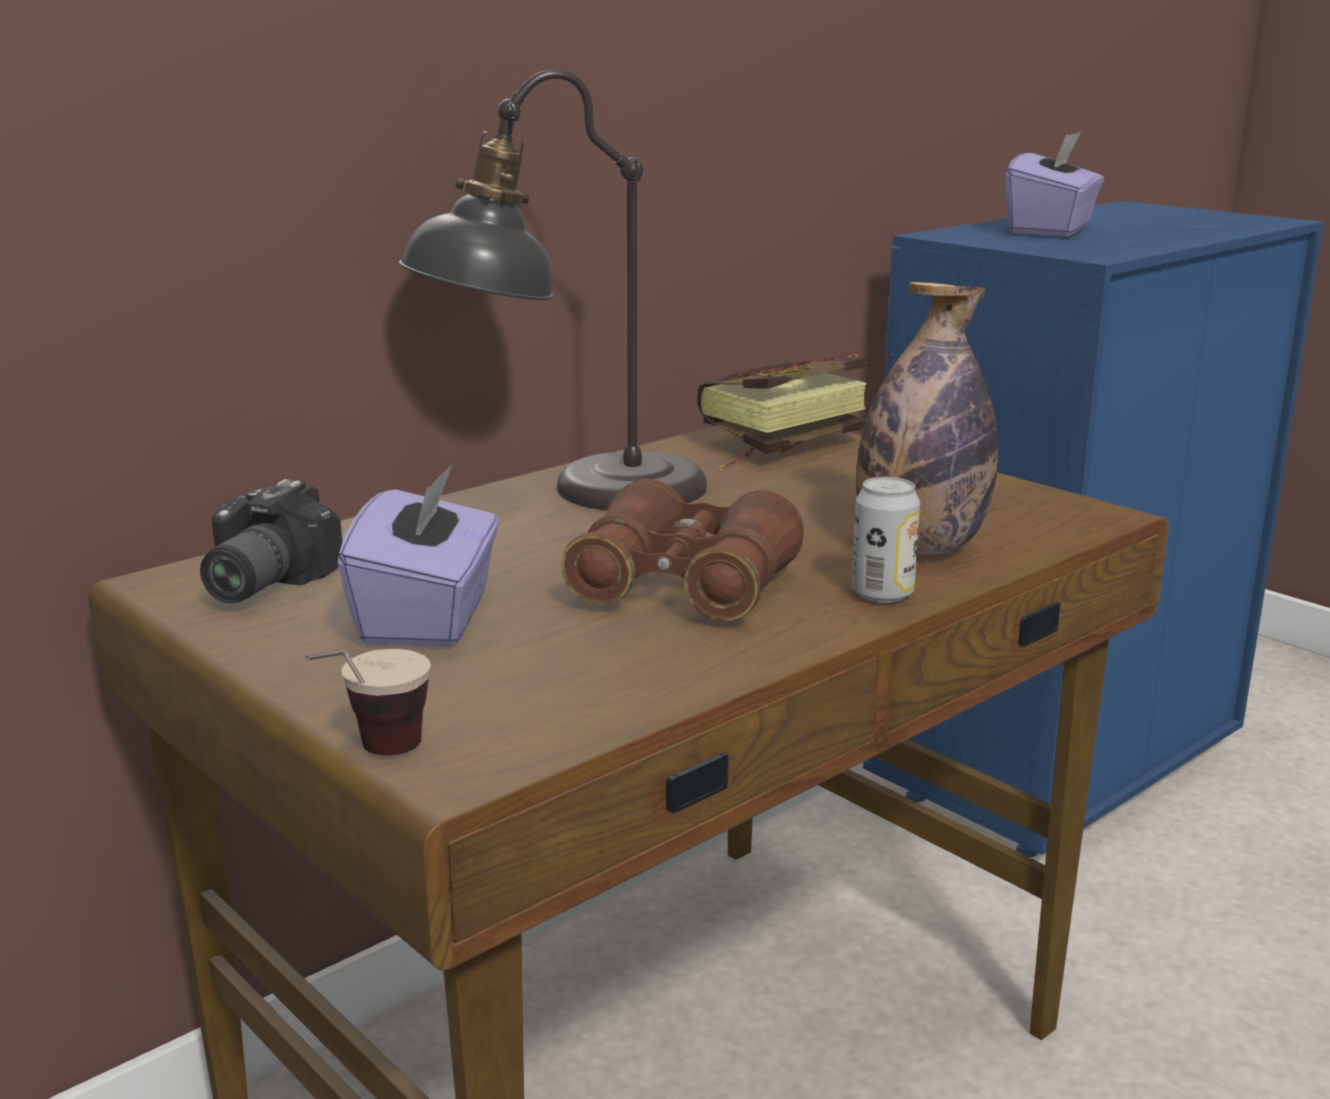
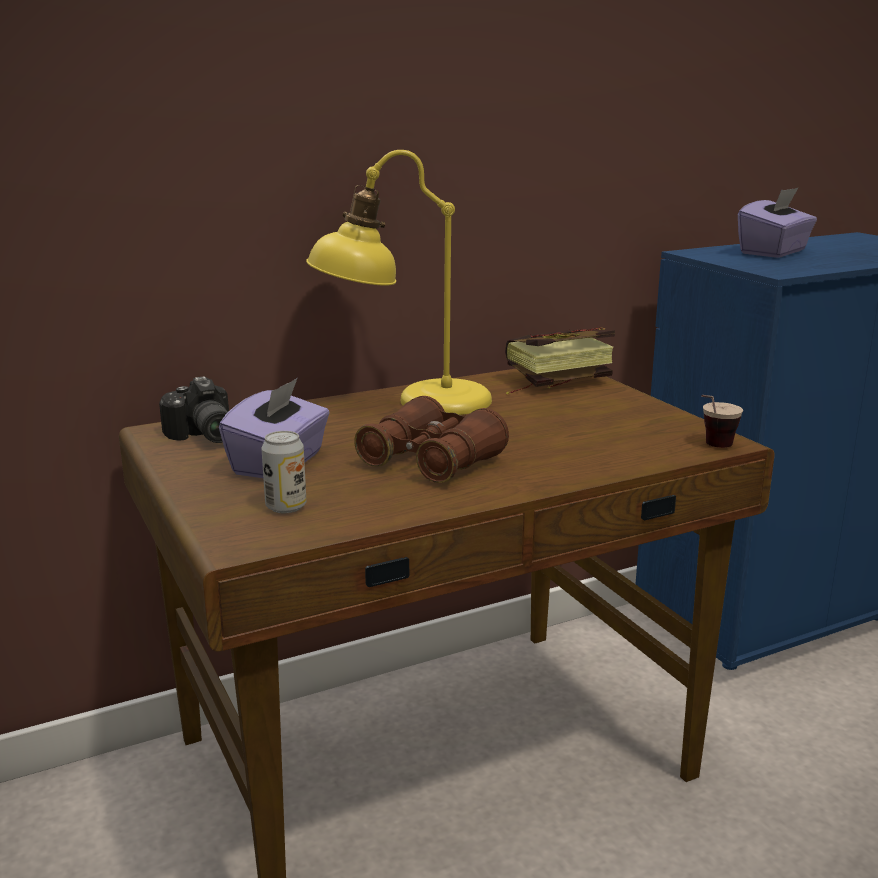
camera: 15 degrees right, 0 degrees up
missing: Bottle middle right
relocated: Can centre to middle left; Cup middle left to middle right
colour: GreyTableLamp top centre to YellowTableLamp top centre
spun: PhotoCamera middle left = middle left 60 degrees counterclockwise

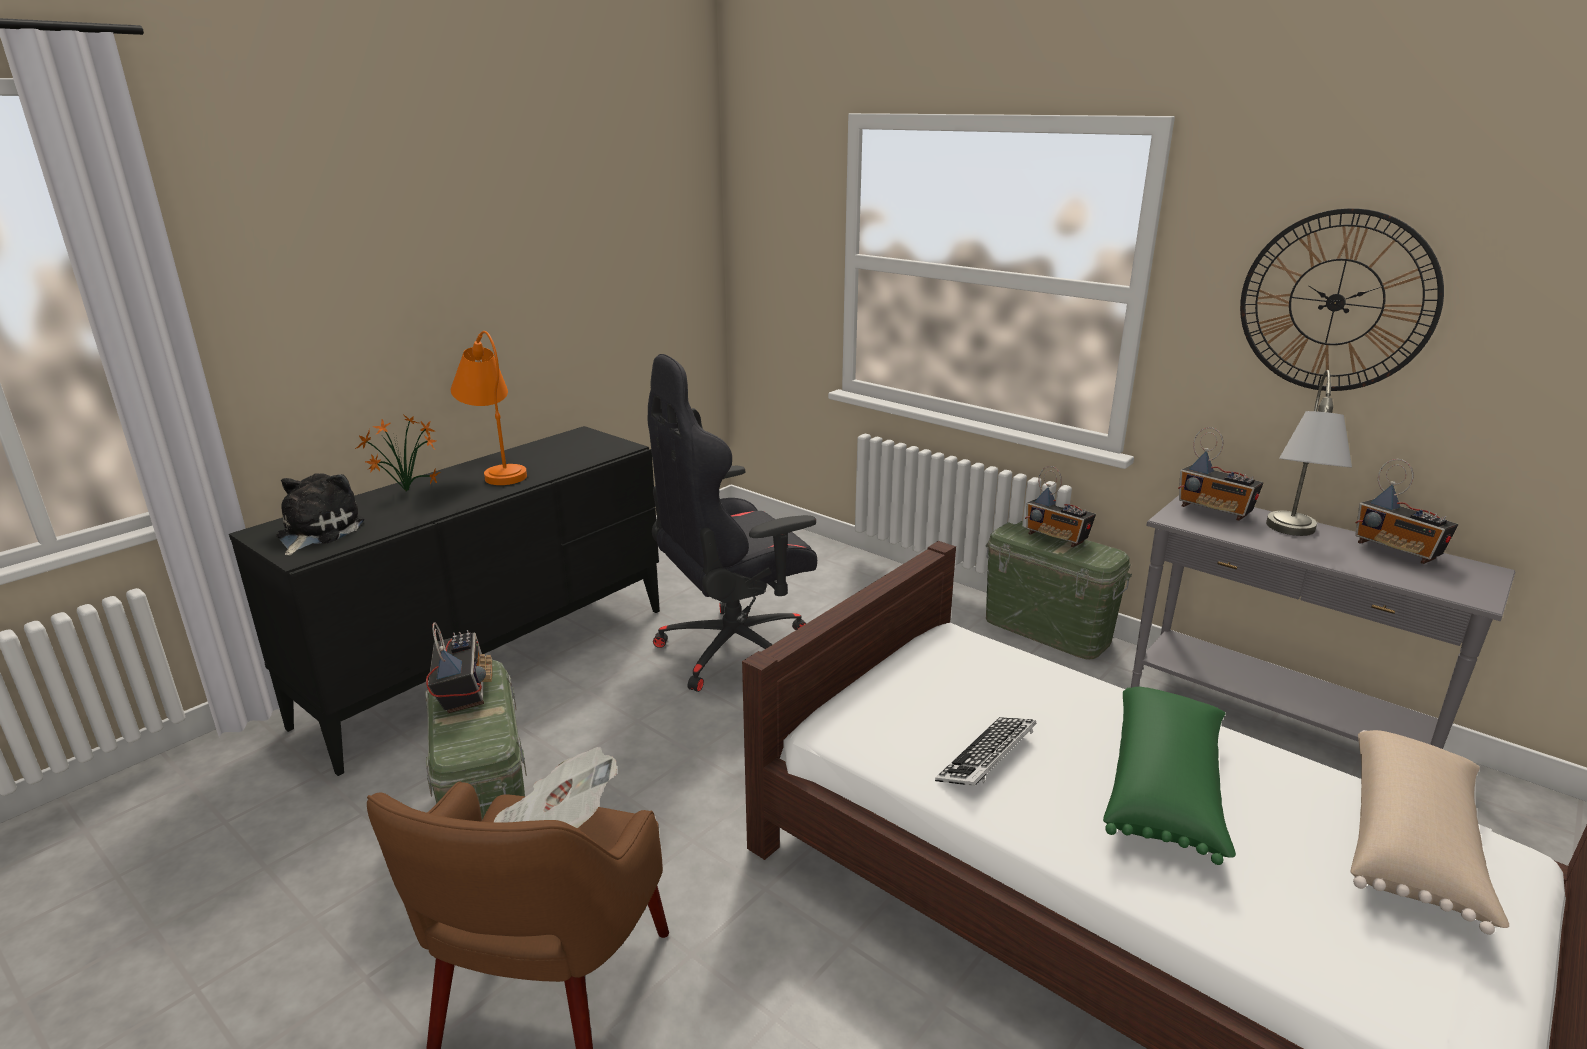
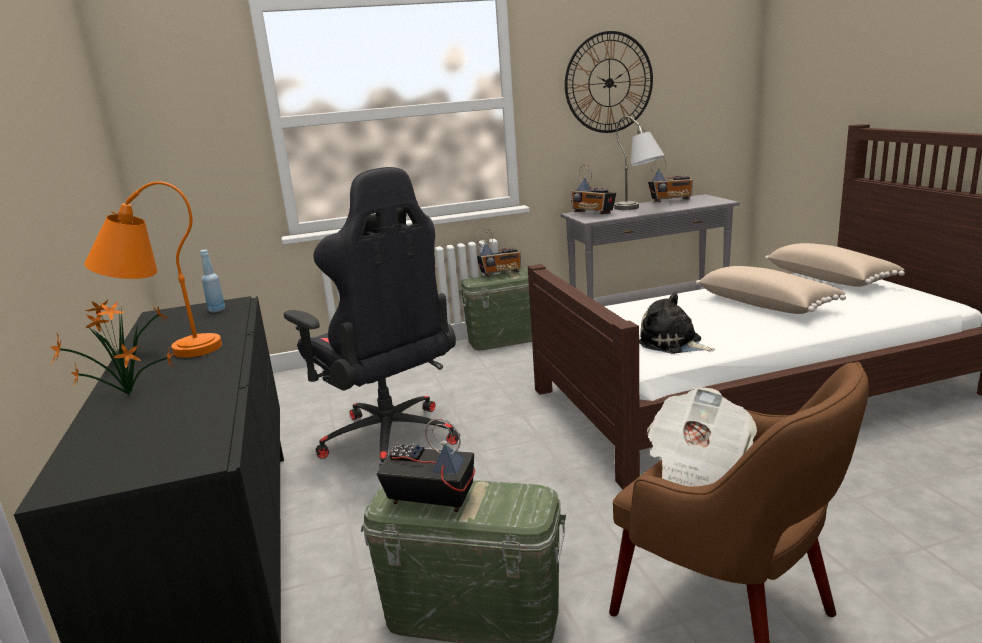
camera: 55 degrees left, 5 degrees down
missing: Keyboard bottom centre
appeared: BlueBottle middle left
relocated: PlushToy middle left to middle right
colour: GreenPillow bottom right to BeigePillow (no. 1 from left) middle right
spun: BlackOfficeChair centre = centre 45 degrees counterclockwise; Radio (no. 3 from left) middle right = top centre 60 degrees clockwise

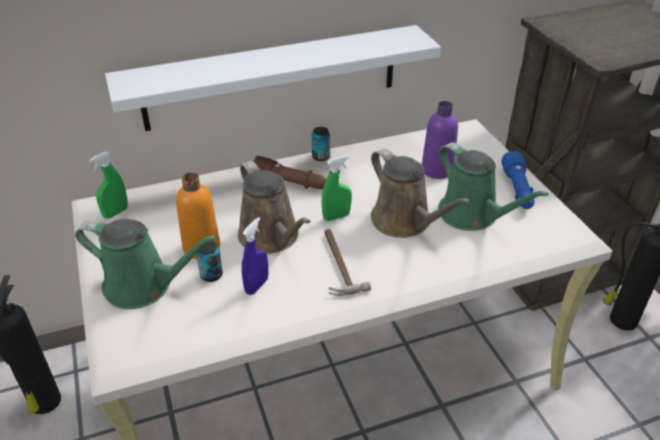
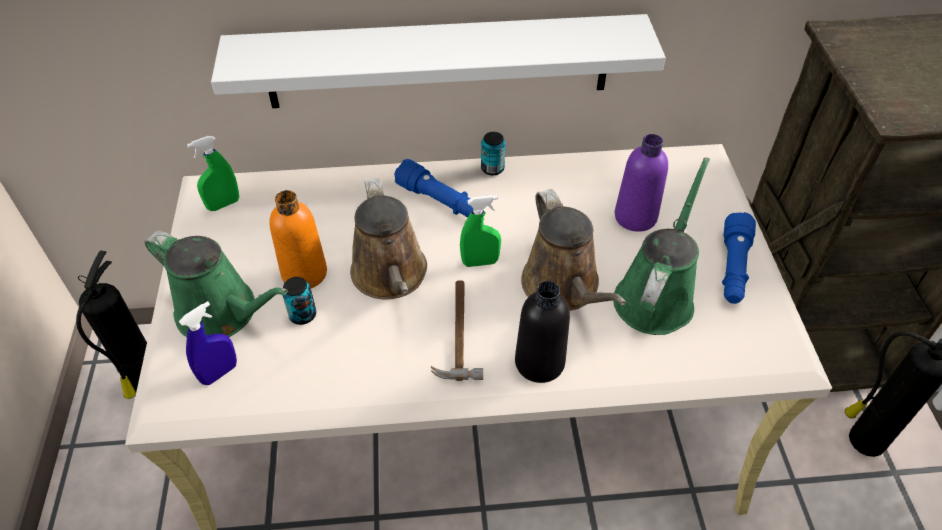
camera: 15 degrees right, 10 degrees up
appeared: BlackBottle centre
relocated: BlueSprayBottle centre to middle left
colour: BrownFlashlight centre to BlueFlashlight (no. 1 from left) centre
spun: GreenWateringCan (no. 2 from left) middle right = middle right 135 degrees counterclockwise

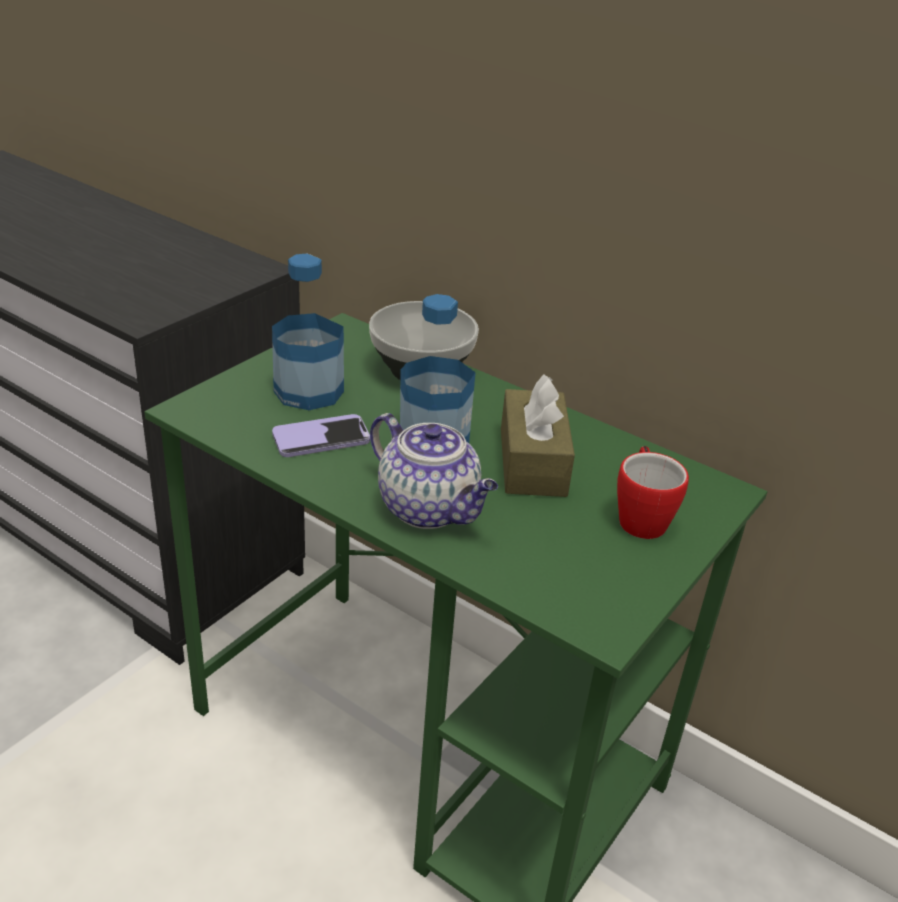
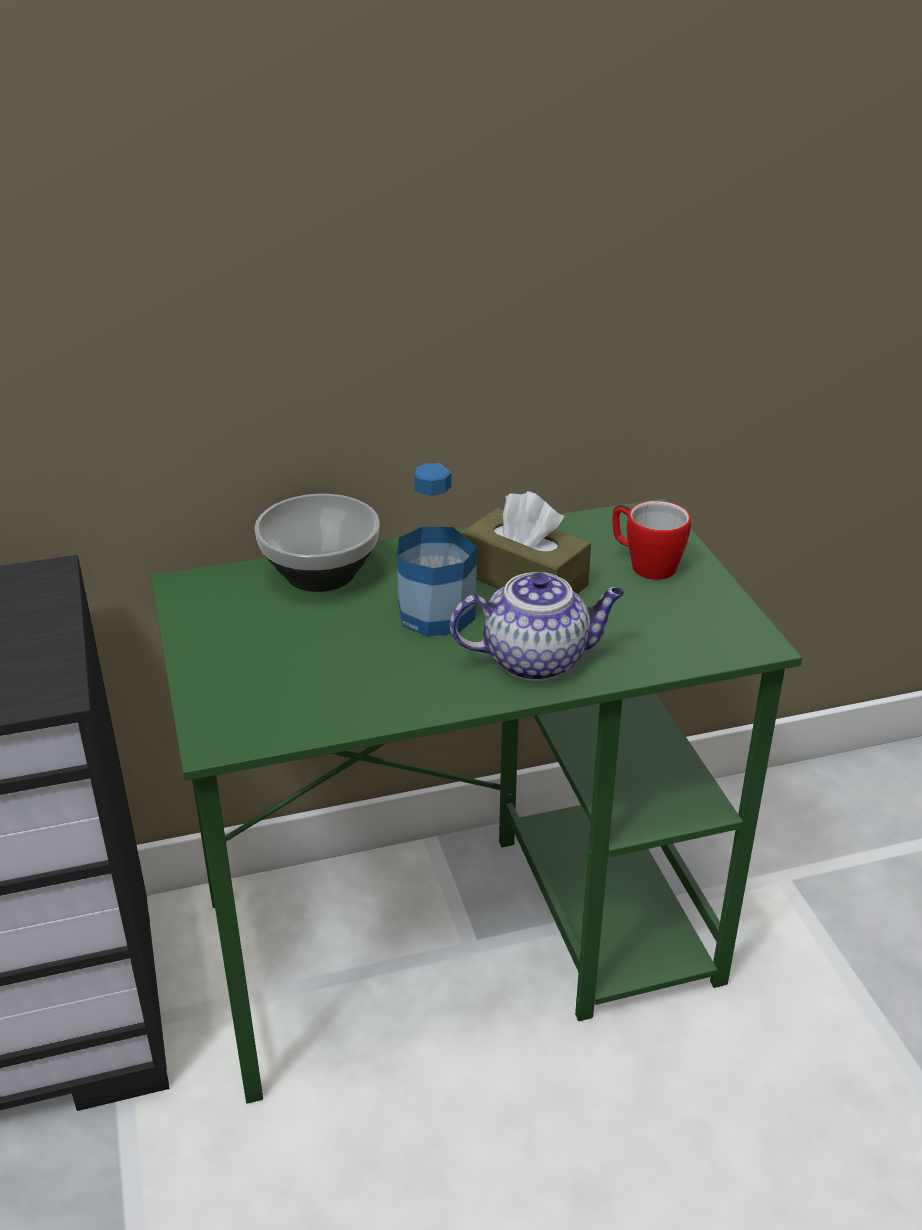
camera: 50 degrees left, 0 degrees up
missing: Bottle (no. 1 from left) centre; Phone centre

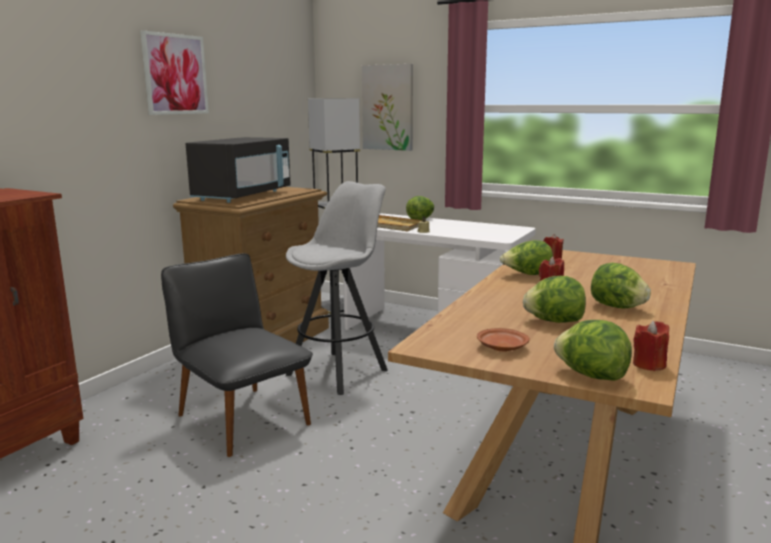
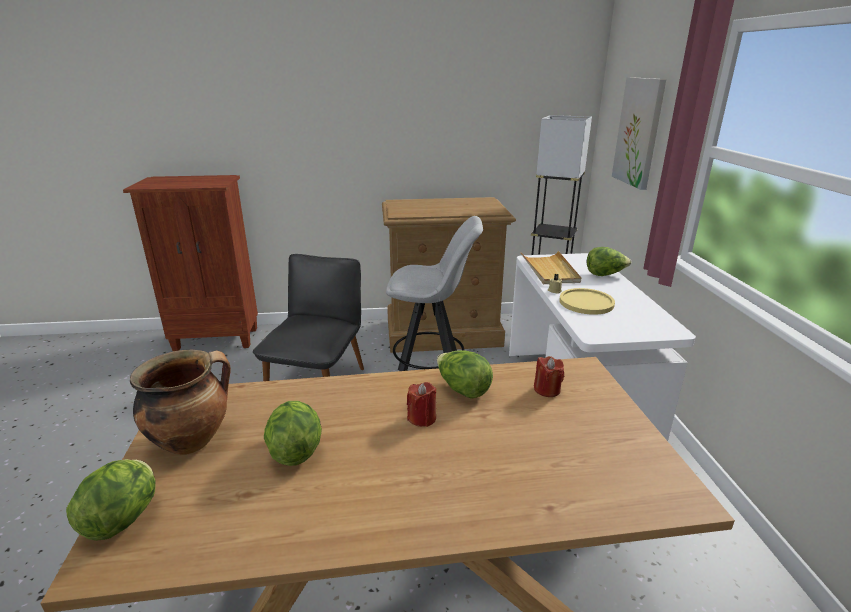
camera: 55 degrees right, 10 degrees up
missing: Picture (no. 1 from left) top left; BlackMicrowave top left; Lettuce (no. 5 from left) middle right; RedCandle (no. 3 from left) middle right
appeared: YellowPlate middle right
exchanged: BrownPlate centre to CookingPot middle left

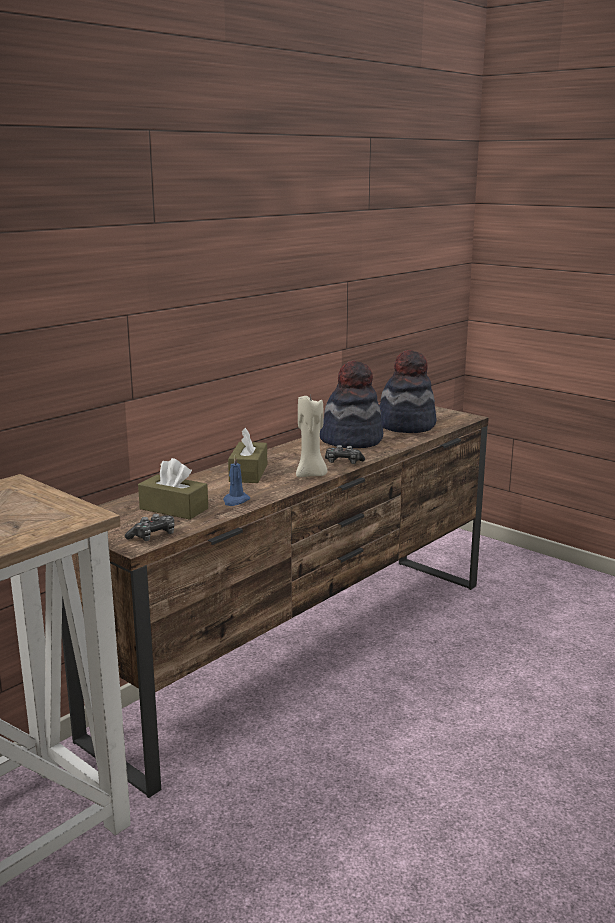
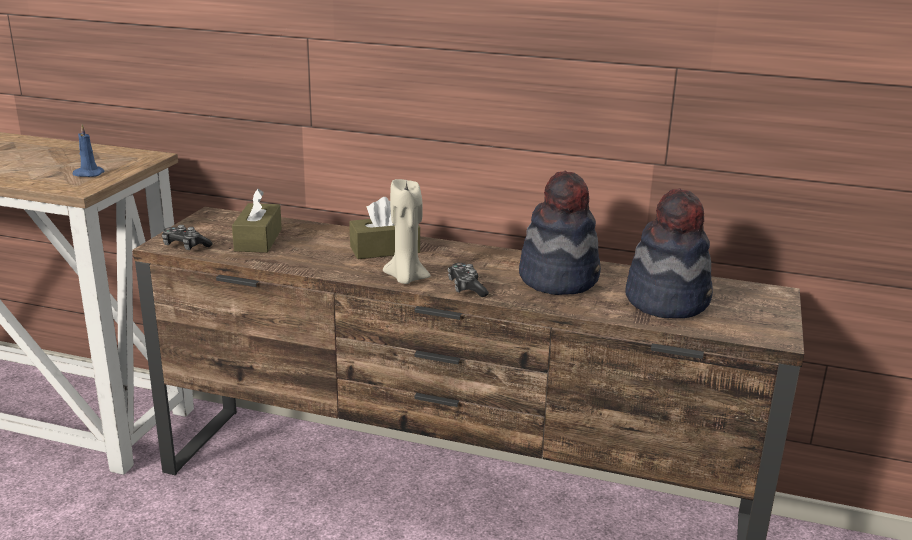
camera: 65 degrees right, 5 degrees up
relocated: BlueCandle centre to top left

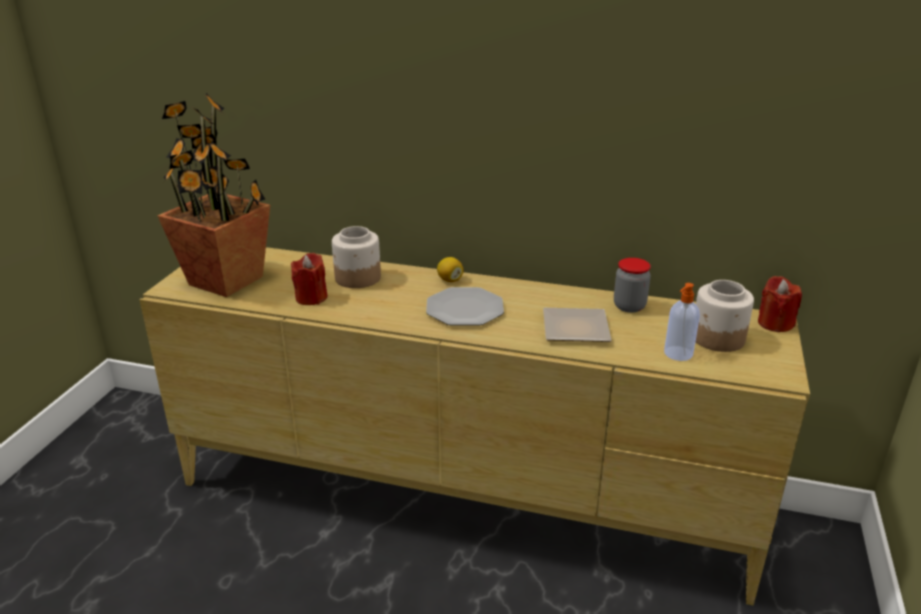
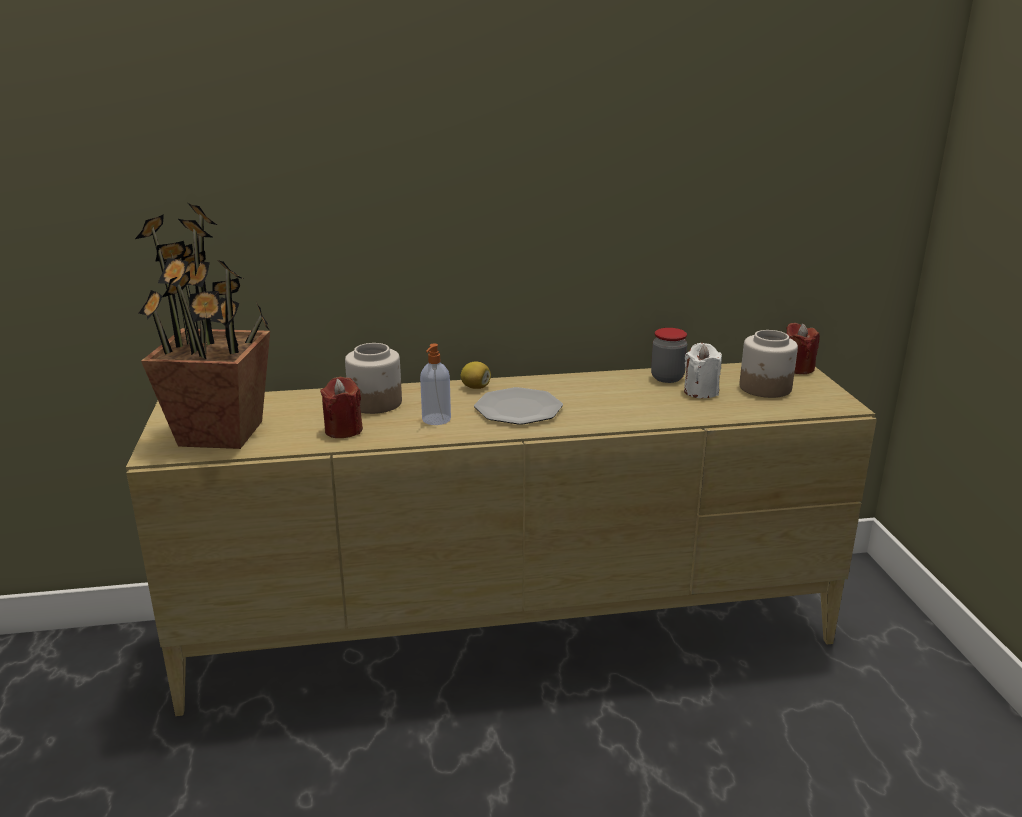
camera: 25 degrees left, 5 degrees down
missing: Plate (no. 2 from left) centre
appeared: WhiteCandle middle right
relocated: SoapDispenser middle right to centre

